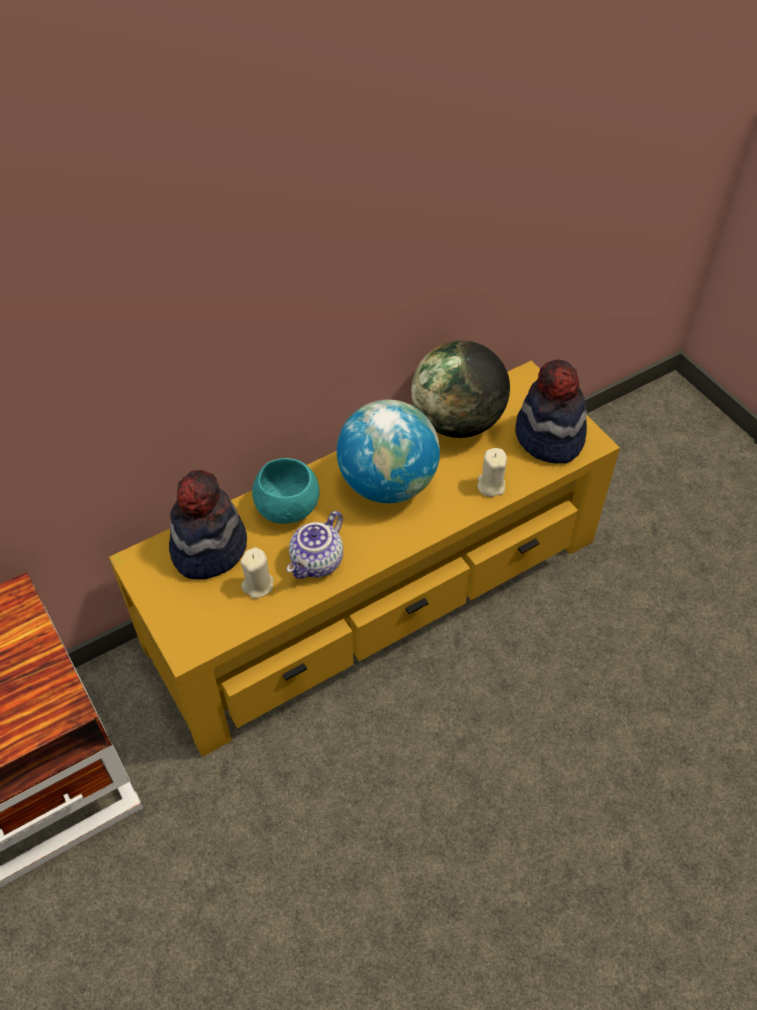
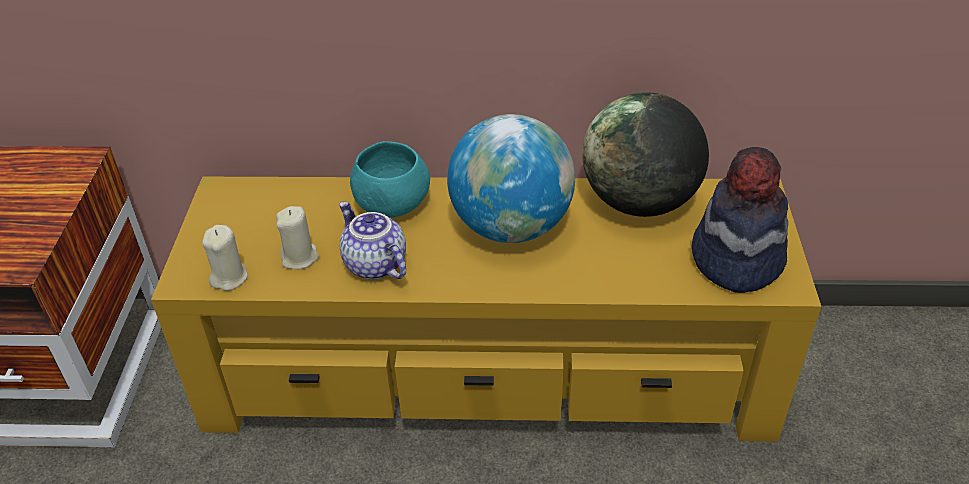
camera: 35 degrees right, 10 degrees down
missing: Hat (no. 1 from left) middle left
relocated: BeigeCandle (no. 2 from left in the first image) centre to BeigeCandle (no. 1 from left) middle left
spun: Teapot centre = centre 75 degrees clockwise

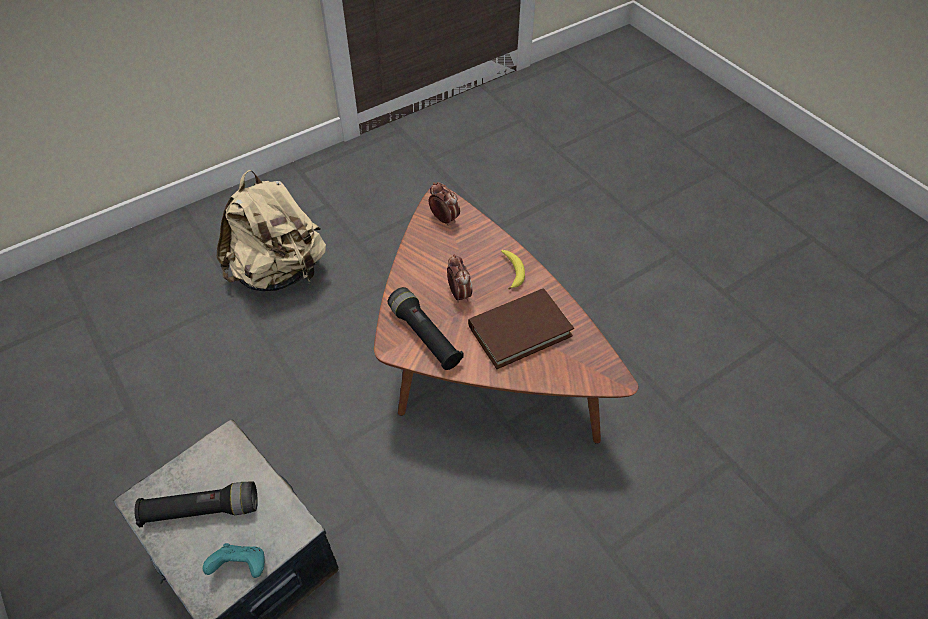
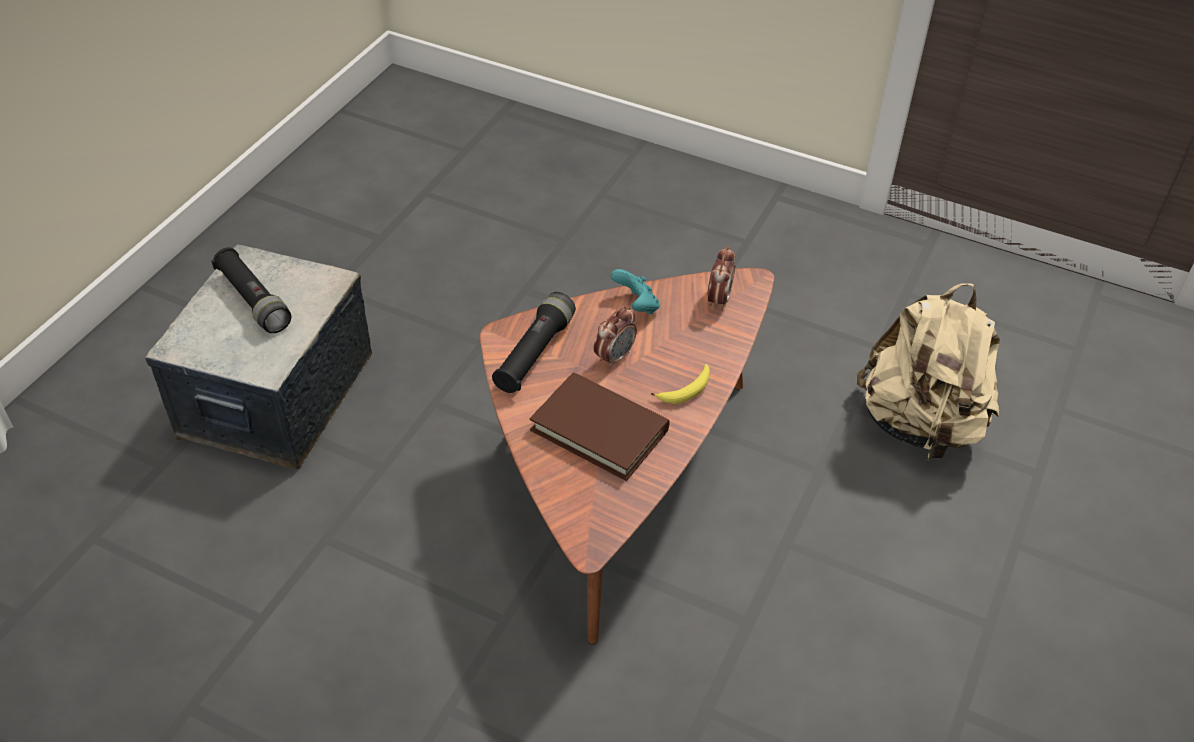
camera: 60 degrees right, 5 degrees down
relocated: TurquoiseGameController bottom left to centre; BeigeBackpack middle left to middle right

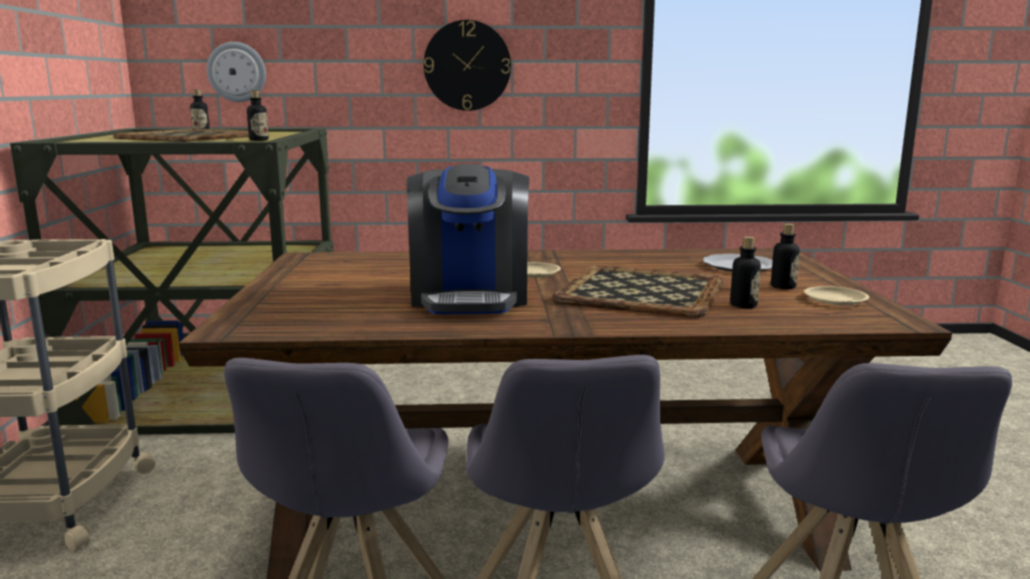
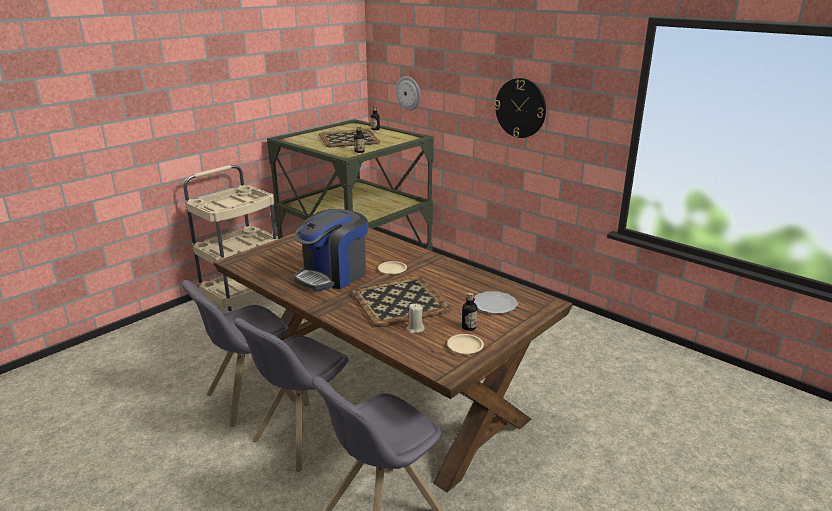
camera: 45 degrees right, 10 degrees up
exchanged: Bottle (no. 3 from left) middle right to BeigeCandle centre

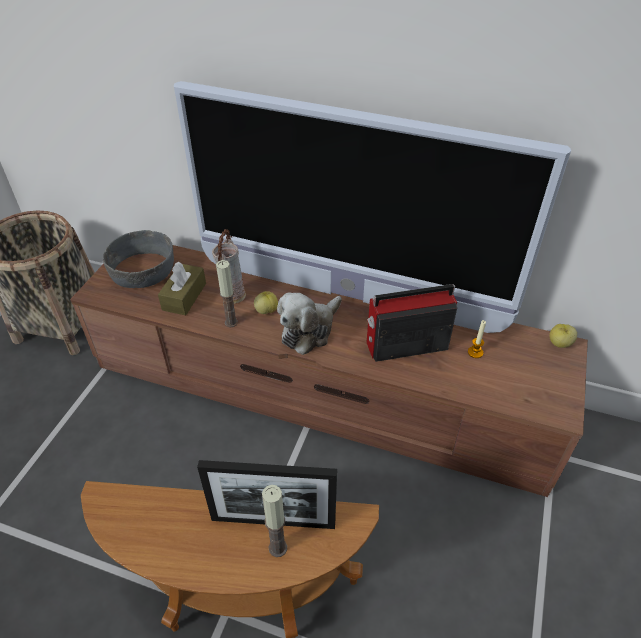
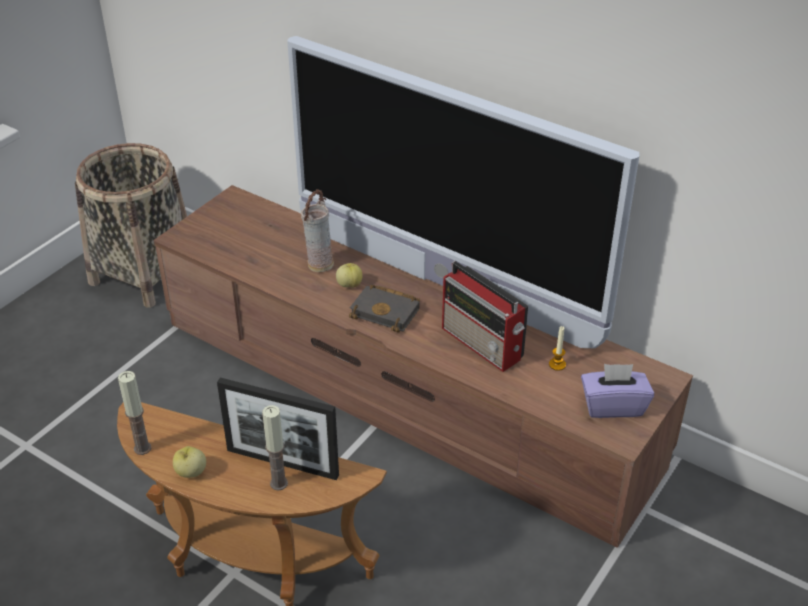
camera: 15 degrees right, 5 degrees down
missing: GreyBowl middle left; BrownTissueBox middle left
appeared: PurpleTissueBox middle right
relocated: Candle (no. 1 from left) centre to bottom left; Apple (no. 2 from left in the first image) middle right to Apple (no. 1 from left) bottom left
exchanged: PlushToy centre to BlackBook centre
spun: Radio centre = centre 135 degrees counterclockwise

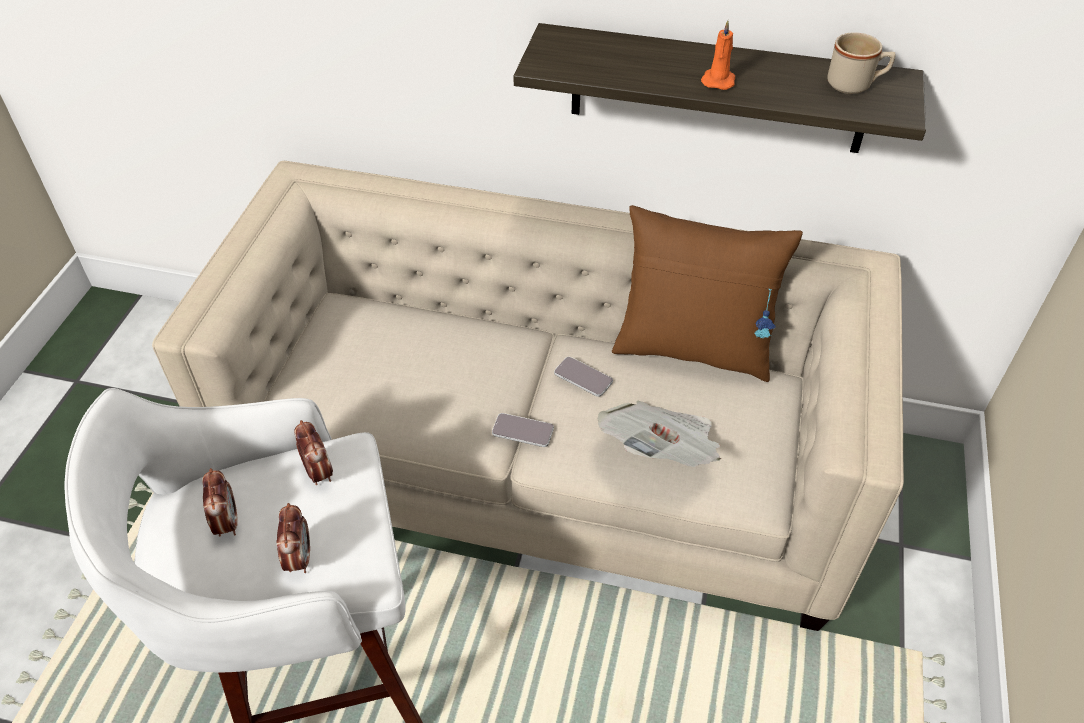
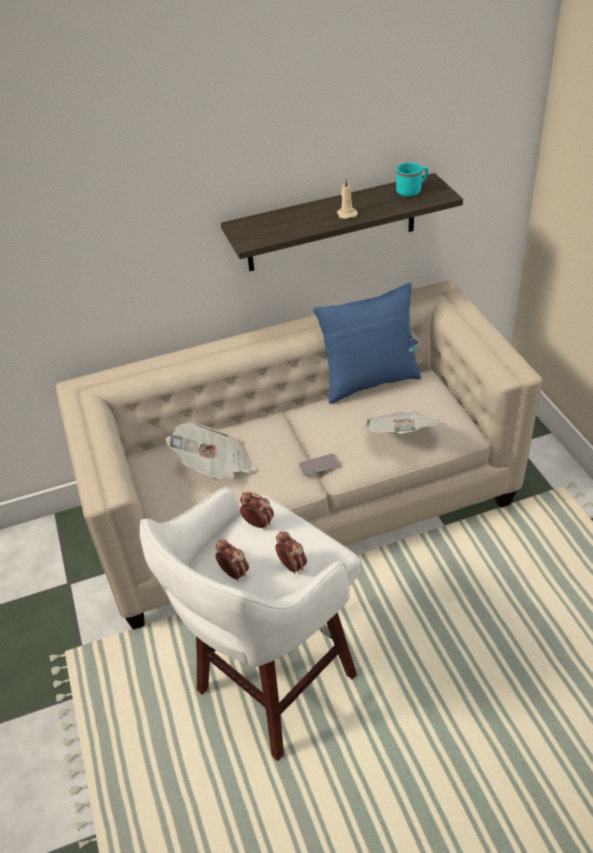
camera: 30 degrees left, 5 degrees down
missing: Phone (no. 2 from left) centre
appeared: Newspaper (no. 1 from left) centre
colour: BrownPillow centre to BluePillow centre; OrangeCandle top centre to BeigeCandle top centre; BeigeMug top right to TurquoiseMug top right

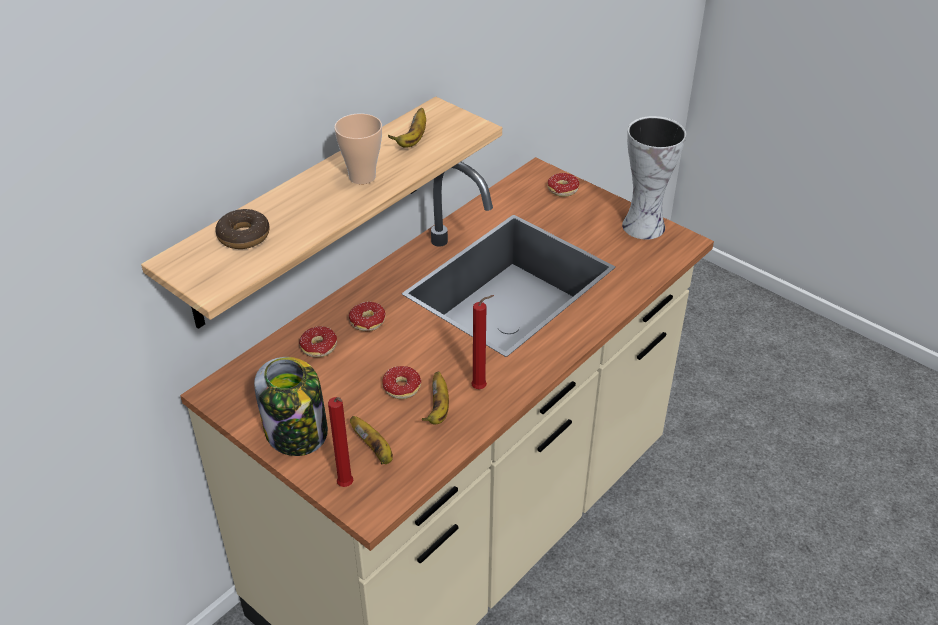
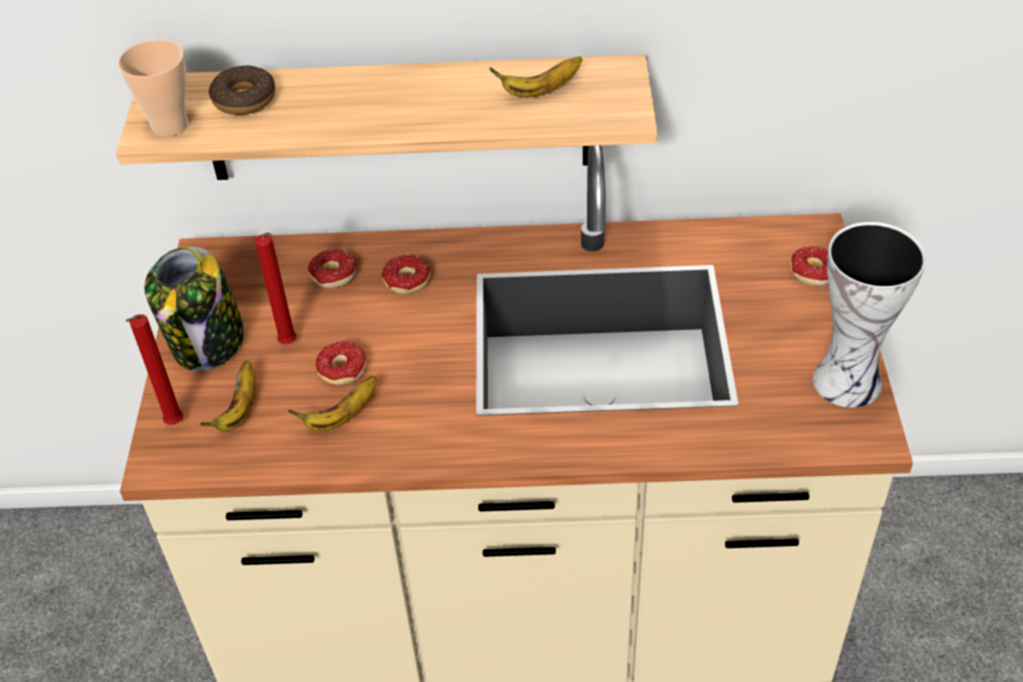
camera: 50 degrees right, 5 degrees up
relocated: Cup top centre to top left; RedCandle (no. 2 from left) centre to middle left

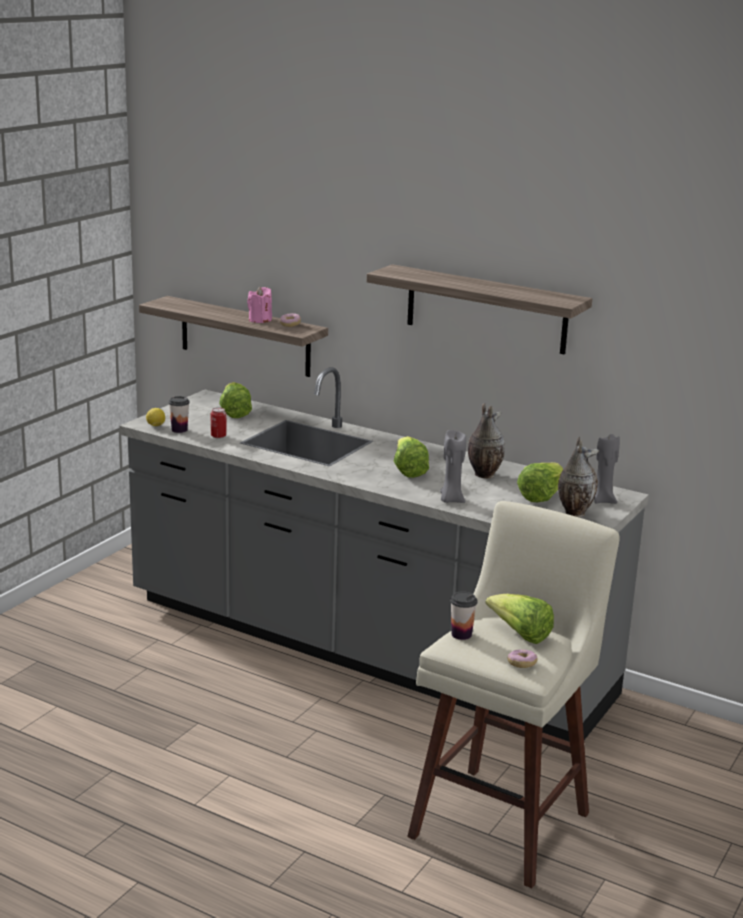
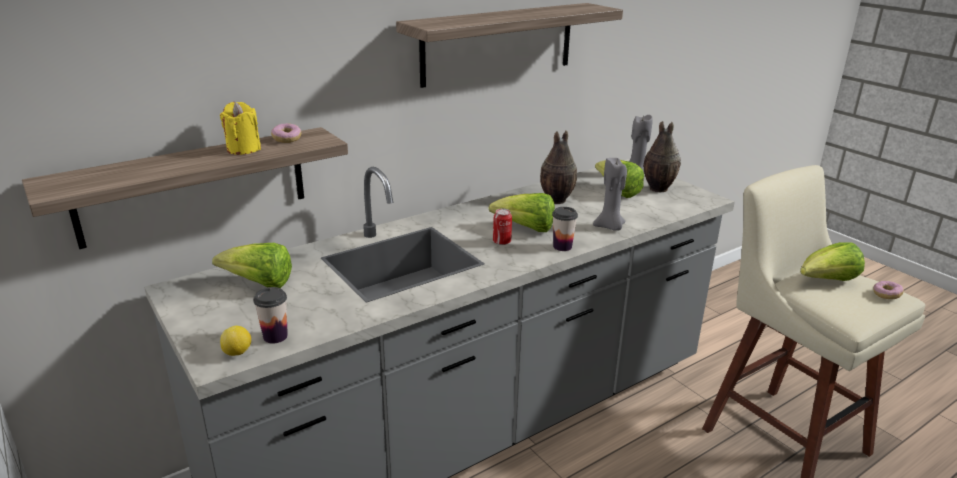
camera: 65 degrees left, 5 degrees up
relocated: Can middle left to centre; Cup (no. 2 from left) bottom centre to centre
colour: PinkCandle top centre to YellowCandle top left

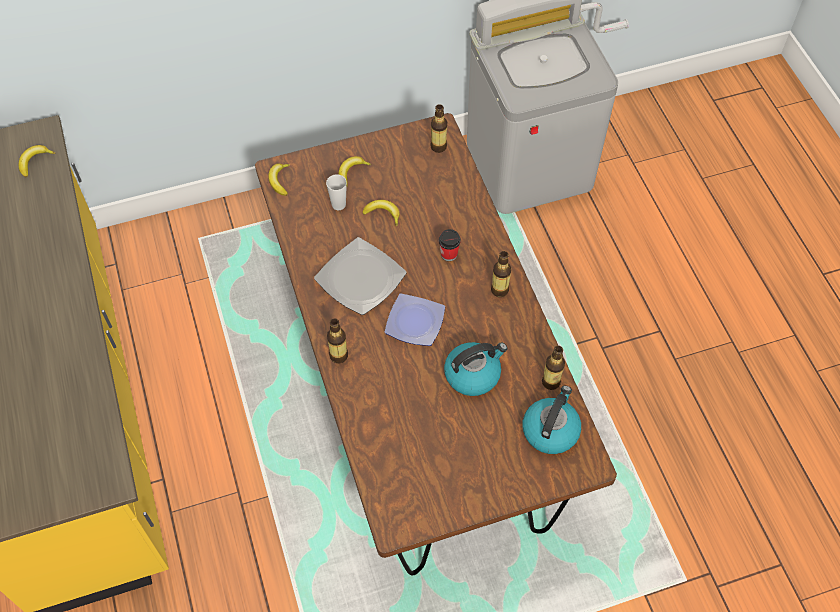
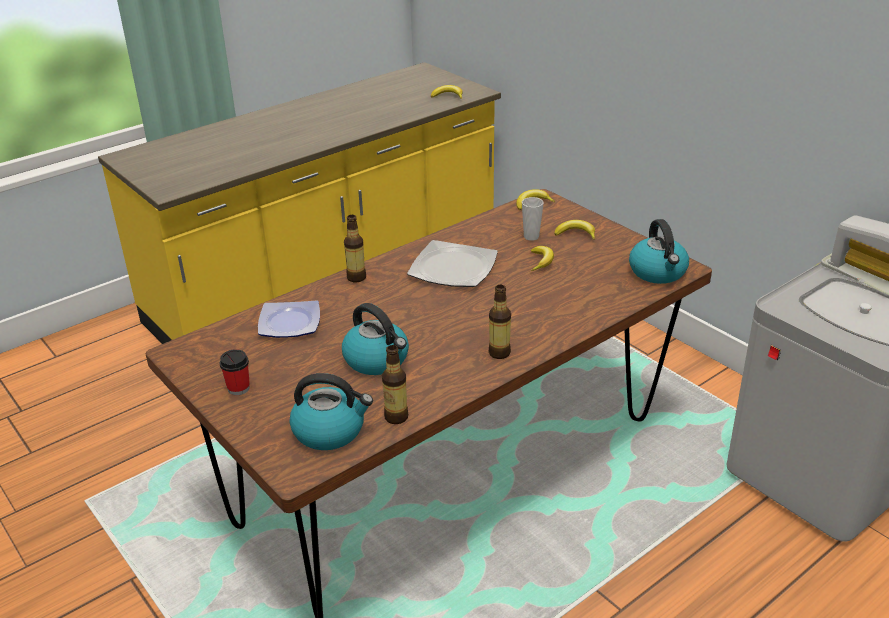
camera: 70 degrees right, 25 degrees down
relocated: Cup (no. 2 from left in the first image) centre to Cup (no. 1 from left) middle left; Plate (no. 2 from left in the first image) centre to Plate (no. 1 from left) middle left
exchanged: Bottle (no. 2 from left) top centre to Kettle (no. 3 from left) middle right

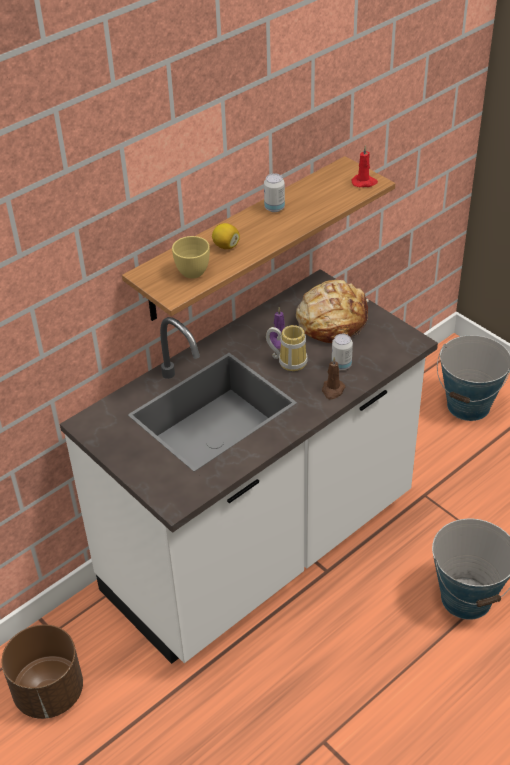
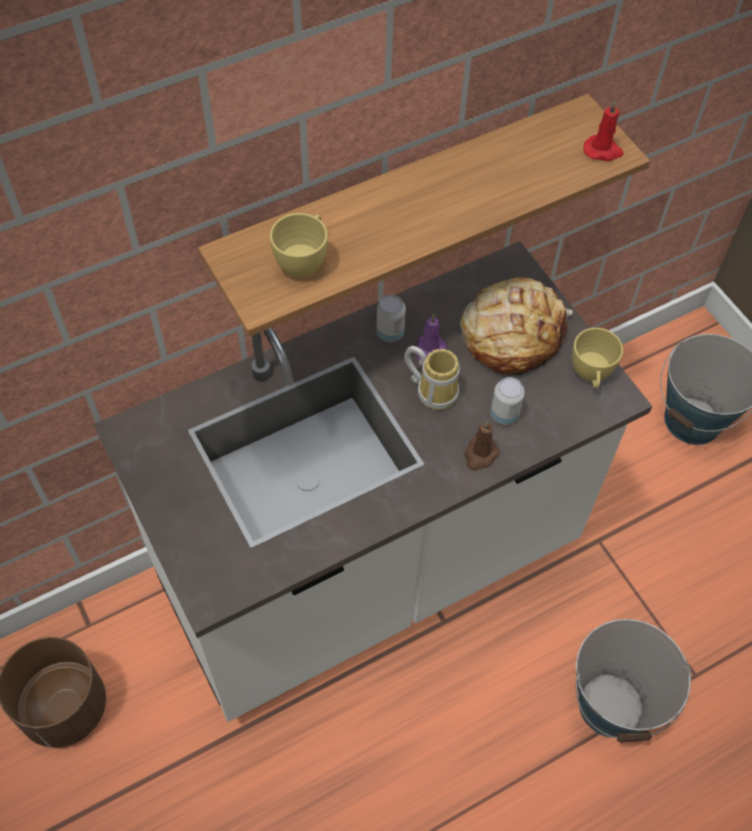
camera: 10 degrees right, 15 degrees up
missing: Lemon top centre
appeared: YellowCup (no. 2 from left) middle right
relocated: Can (no. 1 from left) top centre to centre

